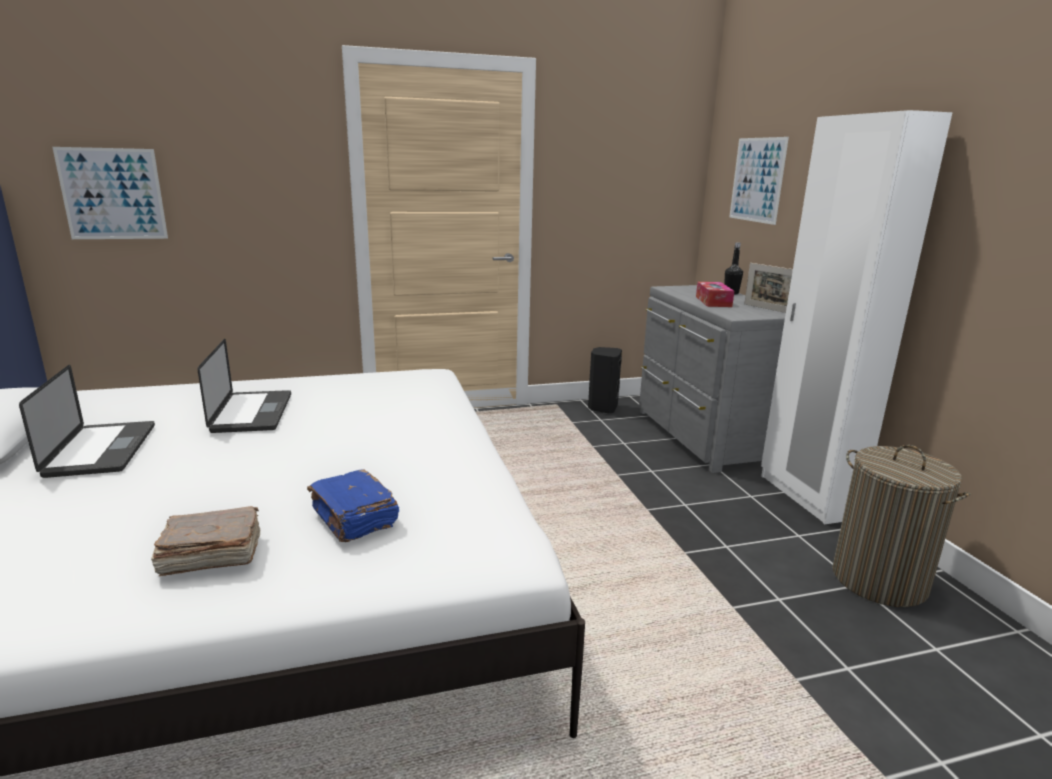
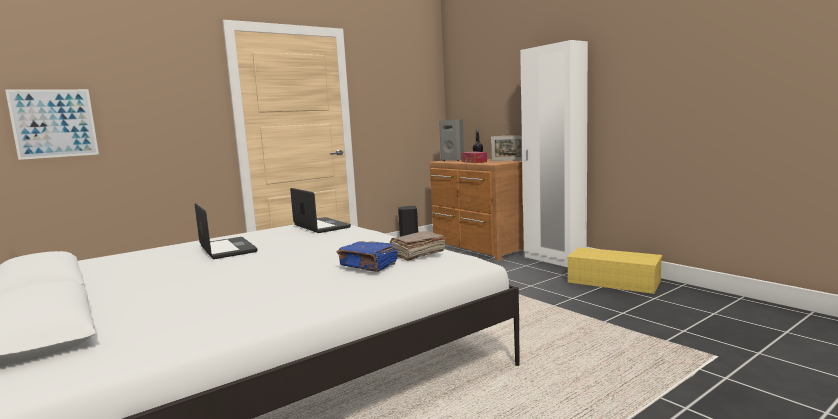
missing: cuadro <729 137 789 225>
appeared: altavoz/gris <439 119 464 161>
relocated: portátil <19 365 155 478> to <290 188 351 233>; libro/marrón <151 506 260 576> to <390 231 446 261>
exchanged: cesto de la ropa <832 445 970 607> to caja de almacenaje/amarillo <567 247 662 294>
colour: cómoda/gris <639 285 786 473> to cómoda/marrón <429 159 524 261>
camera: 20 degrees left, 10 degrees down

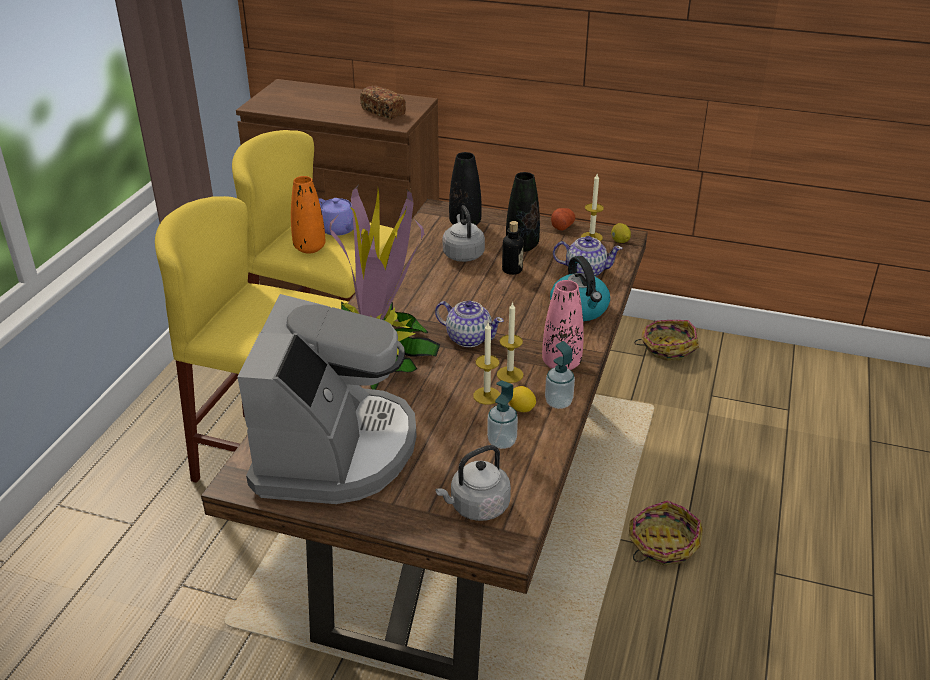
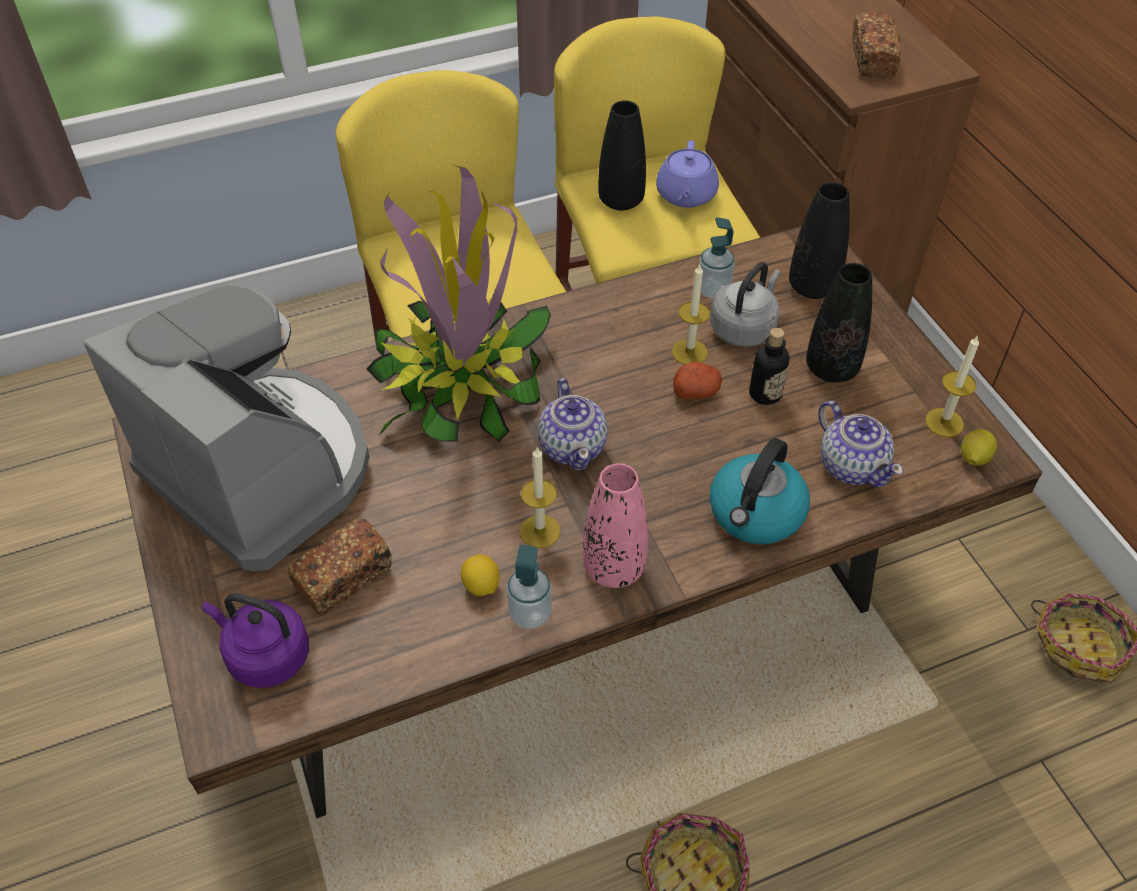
appeared: pan <288 518 392 616>
relocated: vela <473 323 500 405> to <672 265 710 364>; dispensador de jabón <487 380 518 449> to <699 217 735 299>; patata <551 208 575 231> to <673 362 722 399>
colour: florero/naranja <291 176 325 254> to florero/negro <598 101 646 211>; hervidor/gris <436 445 511 521> to hervidor/morado <202 593 309 688>
spun: cafetera <238 294 417 504> = <83 285 369 571> 105 degrees counterclockwise
camera: 50 degrees right, 15 degrees up

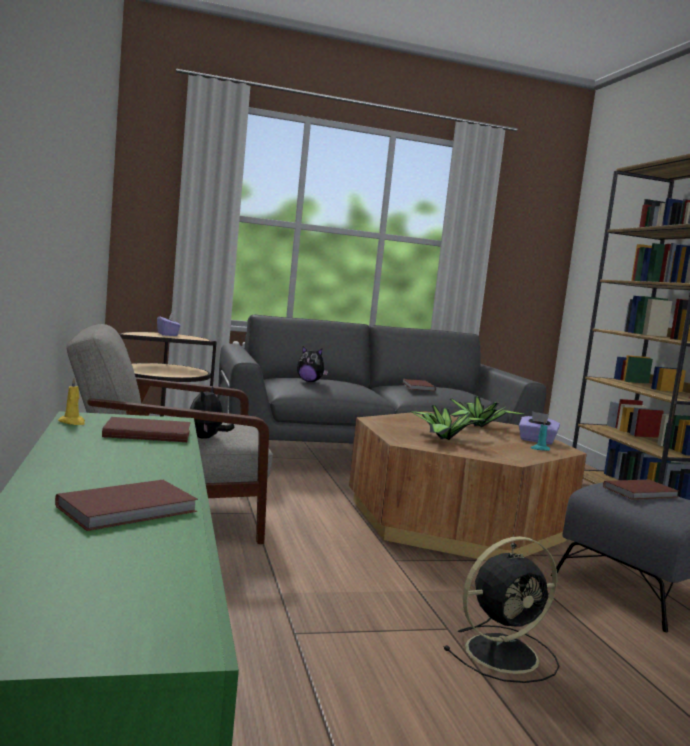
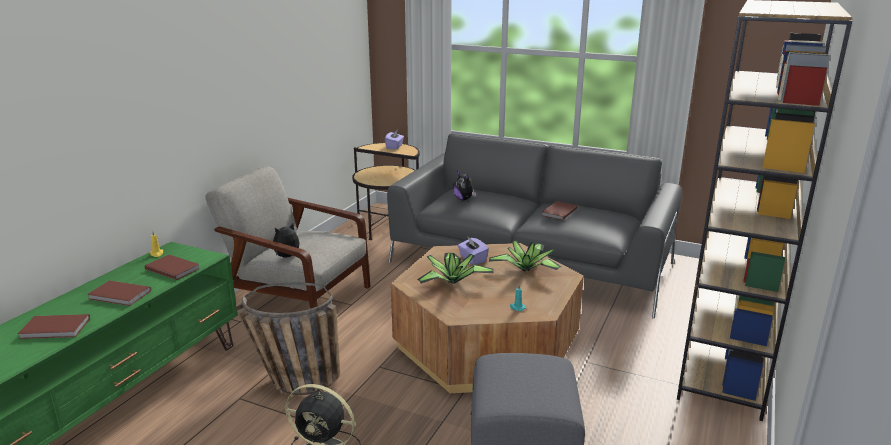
appeared: cesta <236 282 340 395>
relocated: caja de pañuelos/morado <519 411 560 445> to <458 236 489 265>; libro/marrón <603 480 678 500> to <87 280 151 306>
camera: 40 degrees right, 15 degrees up

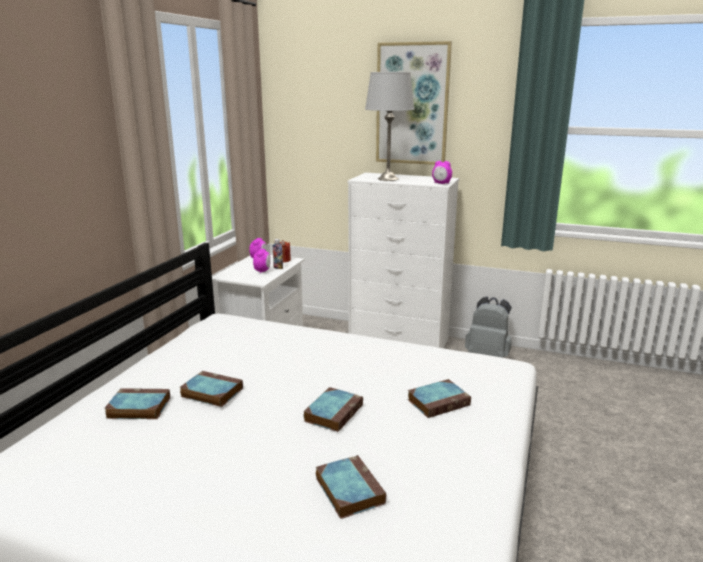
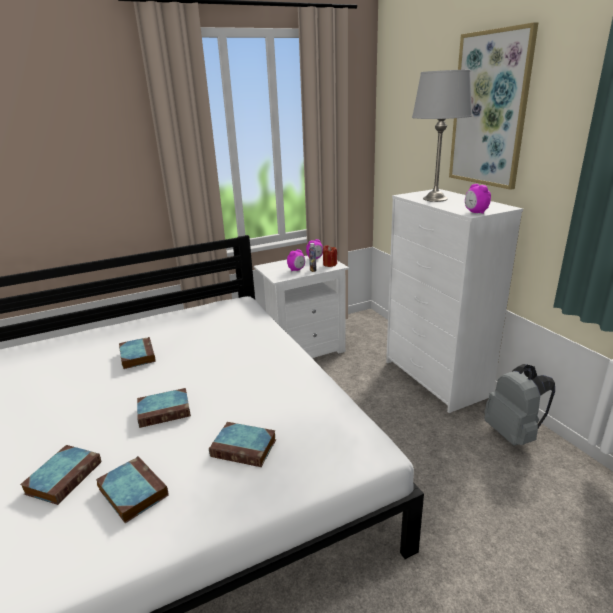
relocated: libro <104 388 170 419> to <96 456 168 523>
camera: 45 degrees right, 5 degrees up

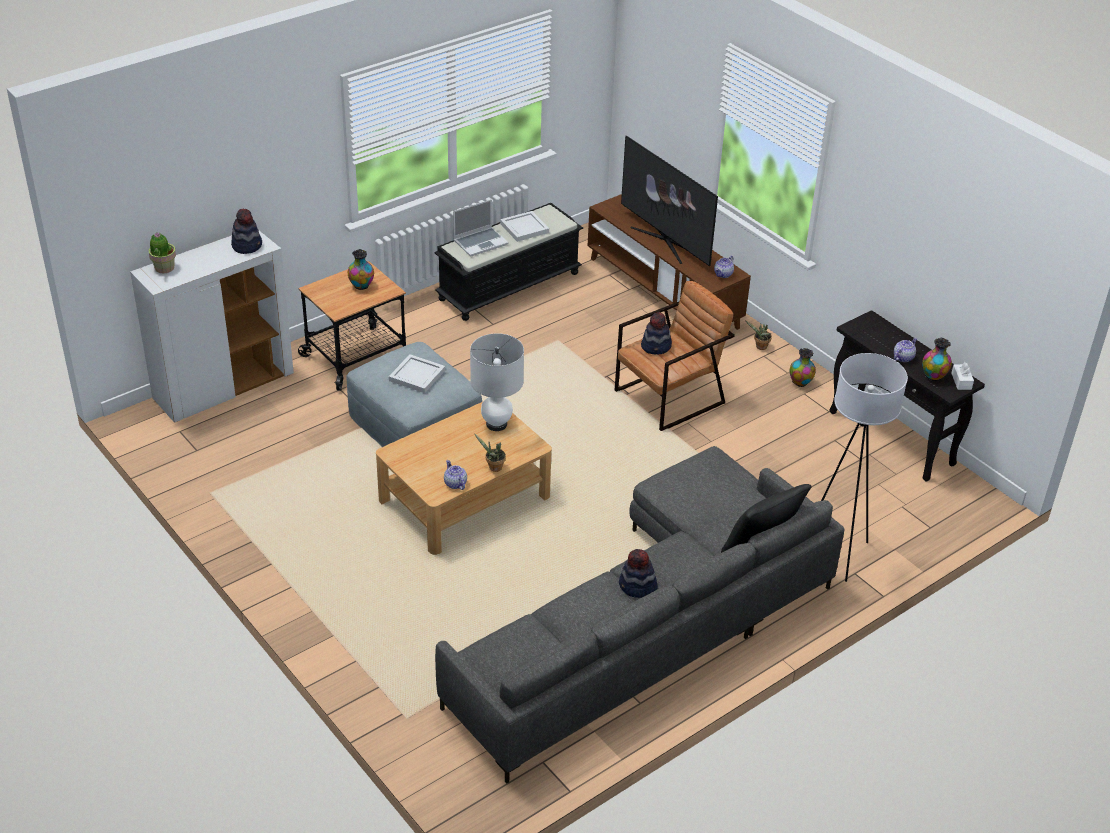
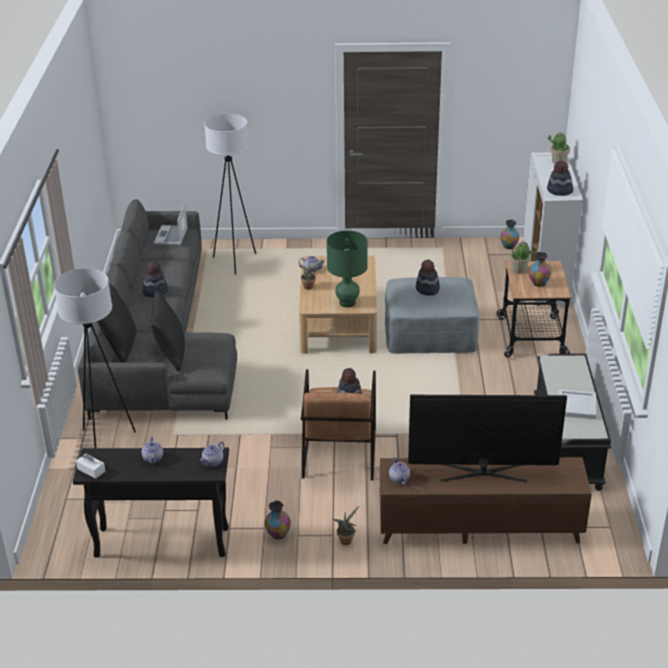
appeared: cojín/negro <151 291 185 371>; tetera <200 441 224 467>; lámpara de pie/blanco <204 114 256 275>; planta en maceta <510 241 536 274>
relocated: portátil <453 199 508 256> to <154 203 188 245>; florero <922 338 952 381> to <500 220 519 249>
exchanged: bandeja/blanco <389 354 445 393> to sombrero <416 260 440 296>
colour: lámpara de mesa/blanco <470 333 524 431> to lámpara de mesa/verde <327 231 367 307>
camera: 130 degrees right, 5 degrees down

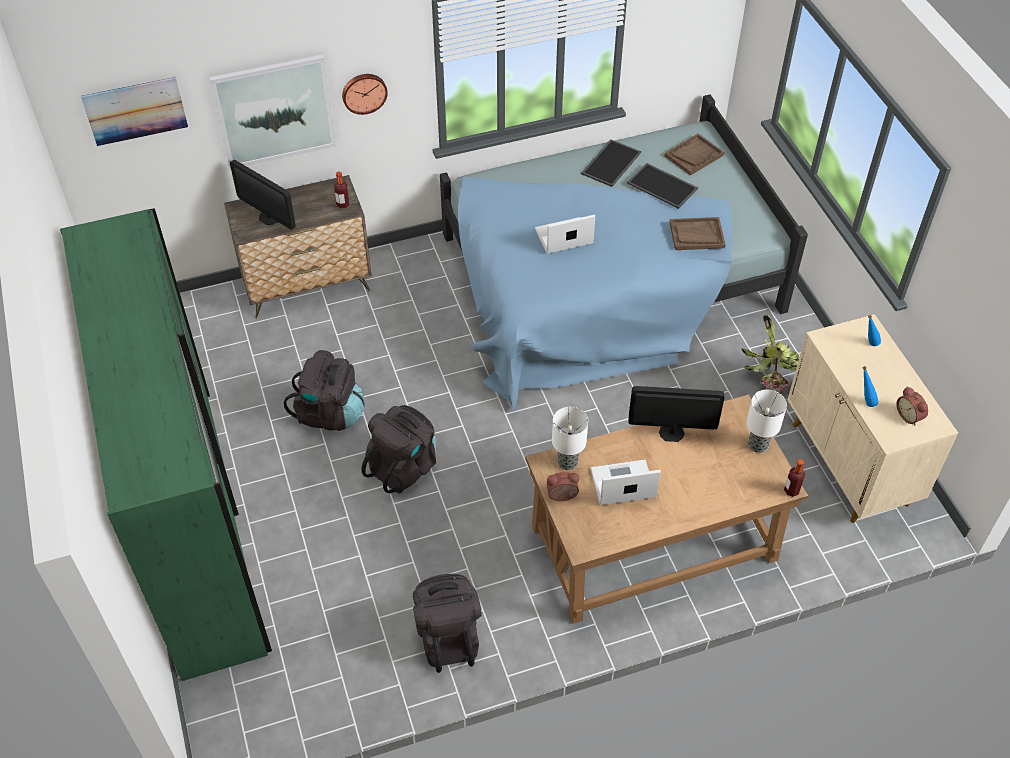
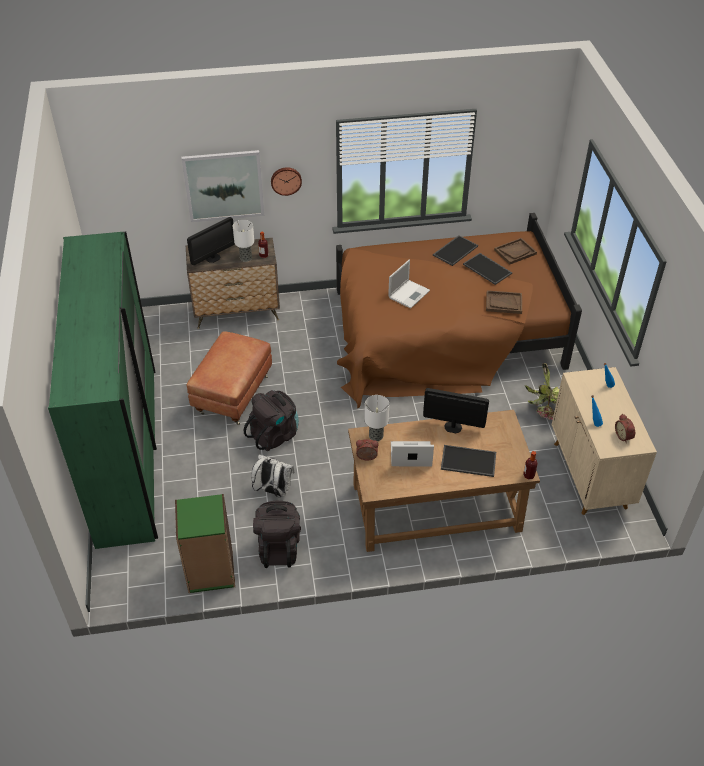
missing: cuadro <81 77 188 146>
appeared: estantería/verde <175 494 235 593>; mochila/blanco <251 455 295 497>; bandeja <441 445 496 477>
relocated: lámpara de mesa <747 390 787 453> to <233 220 254 262>
exchanged: mochila/negro <284 350 365 431> to puf/marrón <187 331 272 425>
colour: cama/azul <440 94 808 411> to cama/marrón <336 213 582 408>
spun: monitor <230 160 296 230> = <187 217 235 265> 90 degrees counterclockwise; portátil <535 215 595 254> = <388 260 430 309> 135 degrees clockwise
camera: 10 degrees right, 5 degrees down

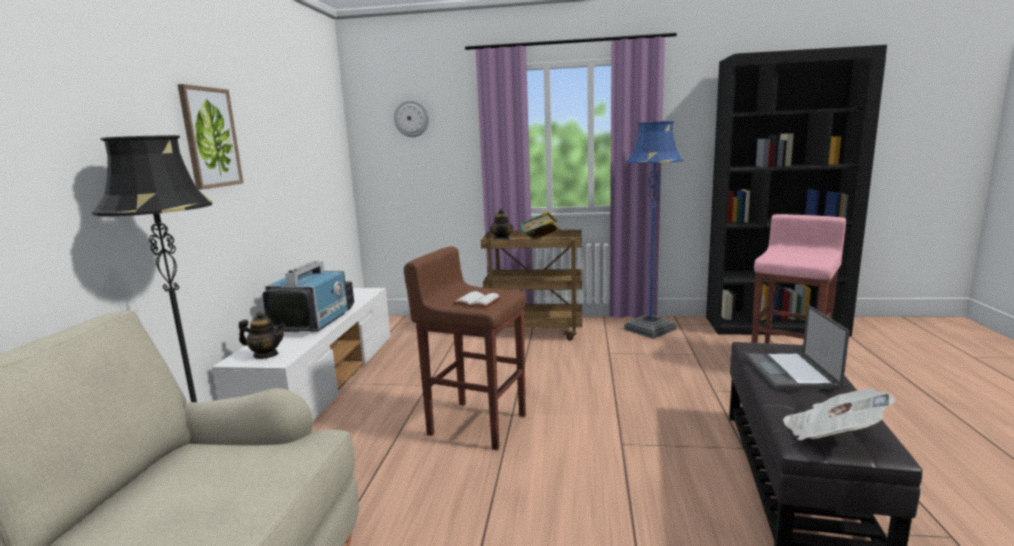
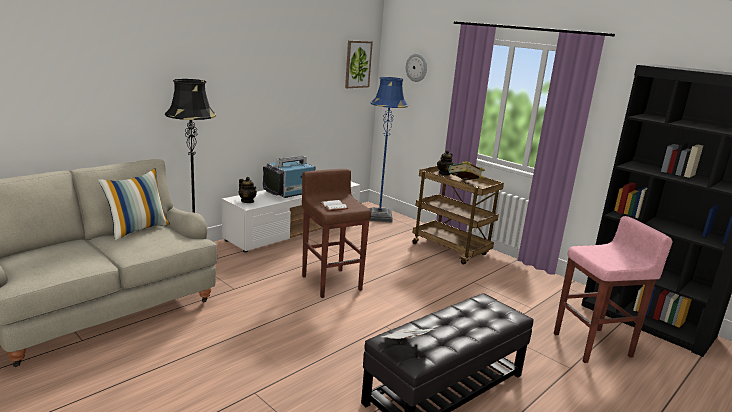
missing: portátil <745 305 850 389>
appeared: cojín <98 168 170 241>
relocated: cuadro <178 84 243 190> to <345 41 373 88>; lámpara de pie/azul <624 121 684 339> to <369 77 408 223>
camera: 35 degrees right, 5 degrees up

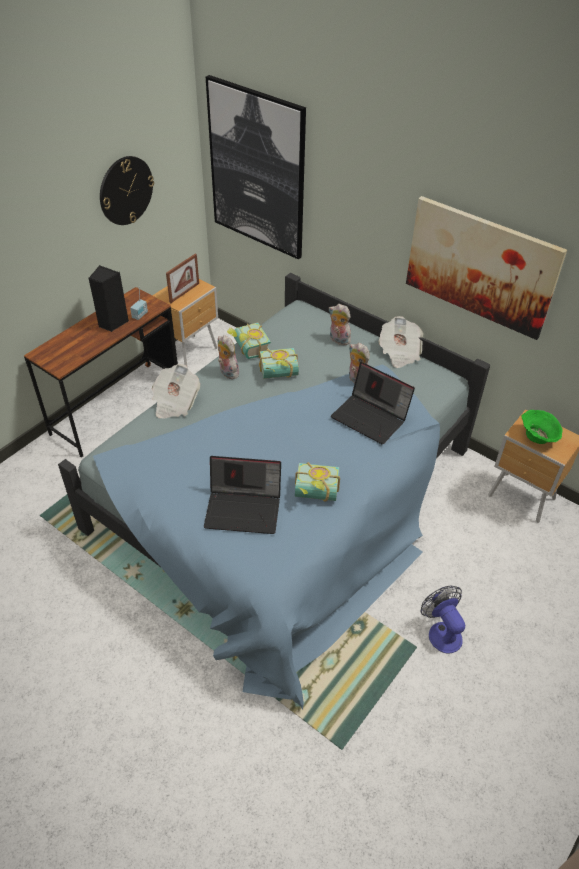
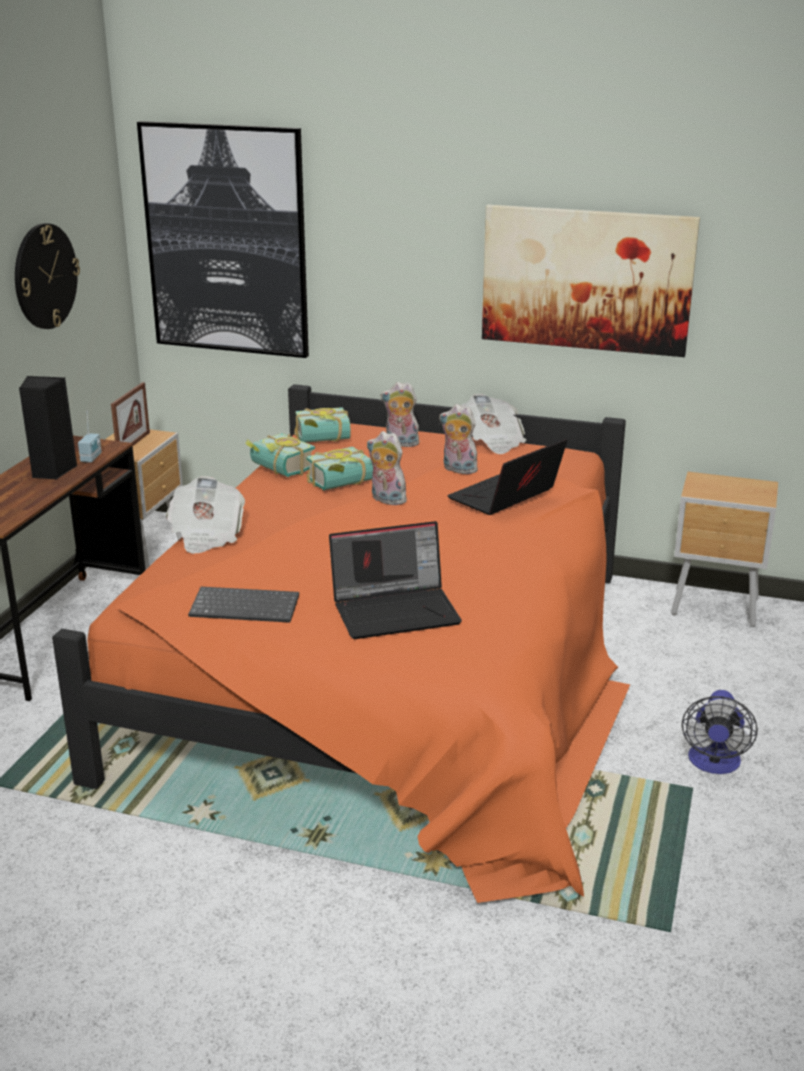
missing: cuenco/verde <521 410 563 444>
appeared: teclado <188 587 299 623>
relocated: peluche <218 335 239 379> to <367 431 410 506>; libro <295 462 340 502> to <294 407 351 442>
colour: cama/azul <58 273 490 710> to cama/naranja <52 384 630 903>
spun: portátil <331 362 415 444> = <447 439 567 515> 120 degrees clockwise; ventilador <420 586 465 654> = <682 690 758 774> 120 degrees counterclockwise
camera: 20 degrees left, 20 degrees down

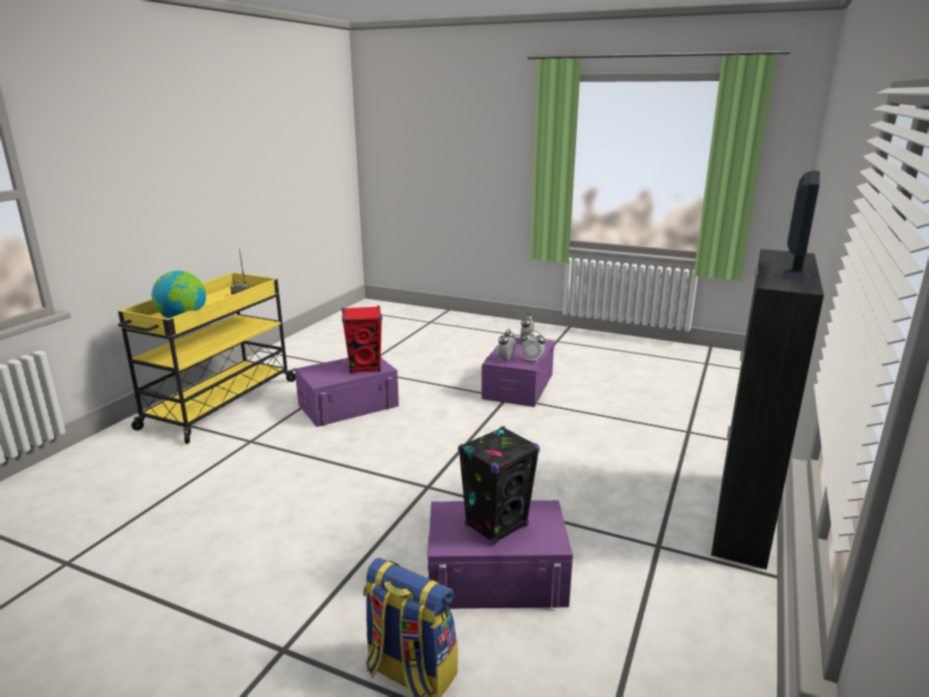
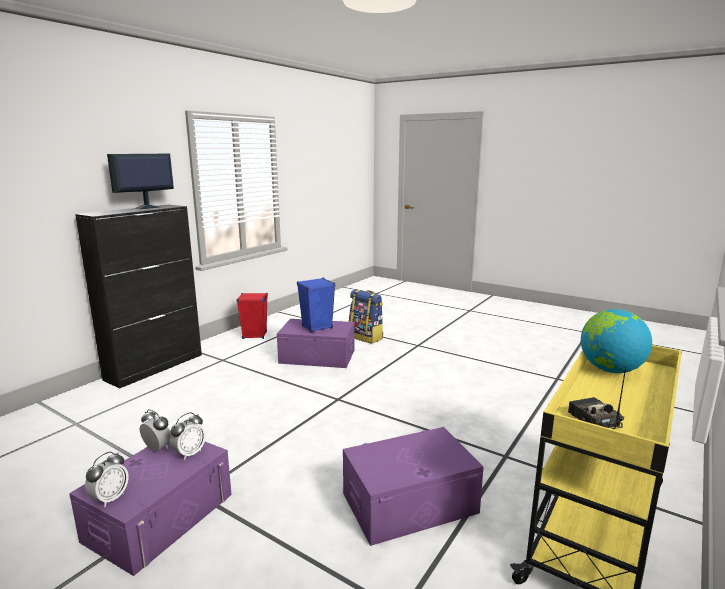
relocated: altavoz/rojo <342 306 382 373> to <236 293 268 339>
colour: altavoz/negro <458 426 540 545> to altavoz/azul <297 277 335 333>
camera: 170 degrees left, 5 degrees down

